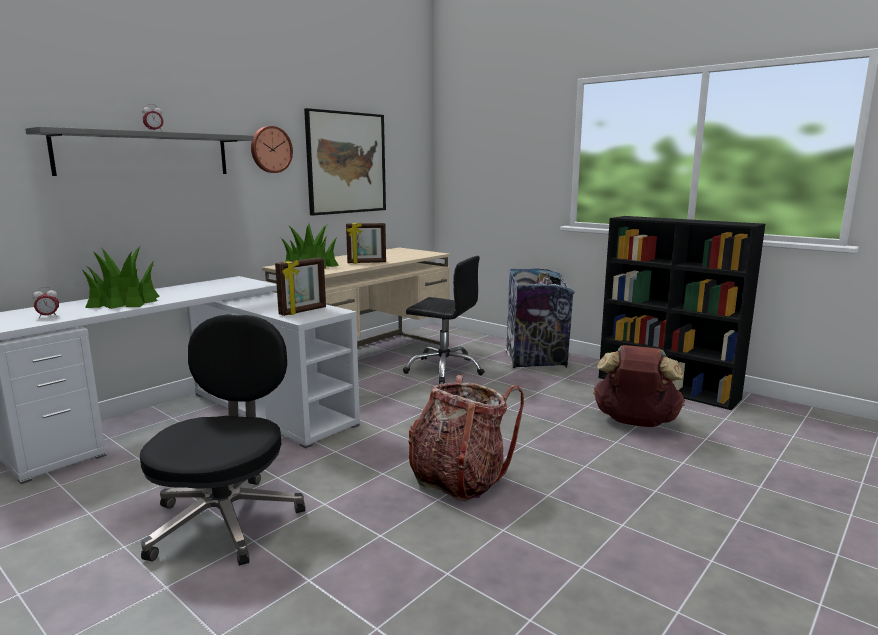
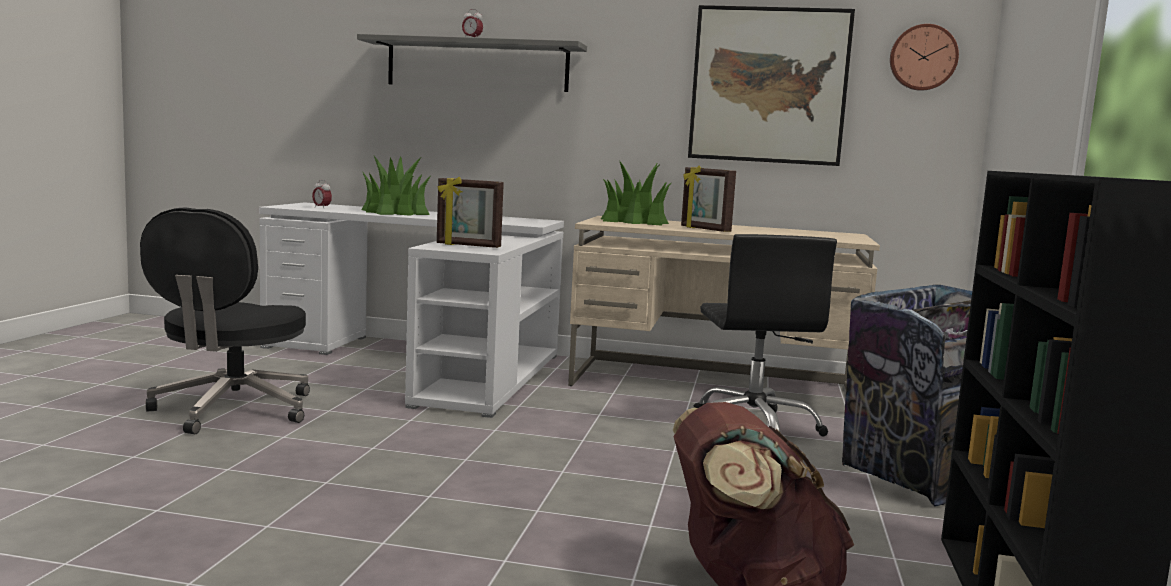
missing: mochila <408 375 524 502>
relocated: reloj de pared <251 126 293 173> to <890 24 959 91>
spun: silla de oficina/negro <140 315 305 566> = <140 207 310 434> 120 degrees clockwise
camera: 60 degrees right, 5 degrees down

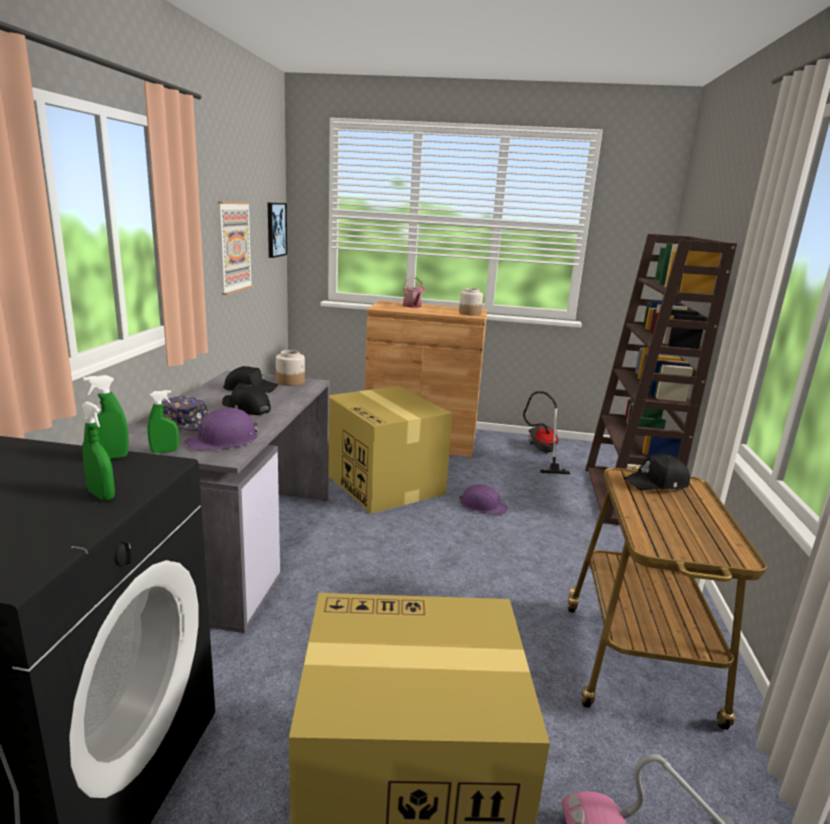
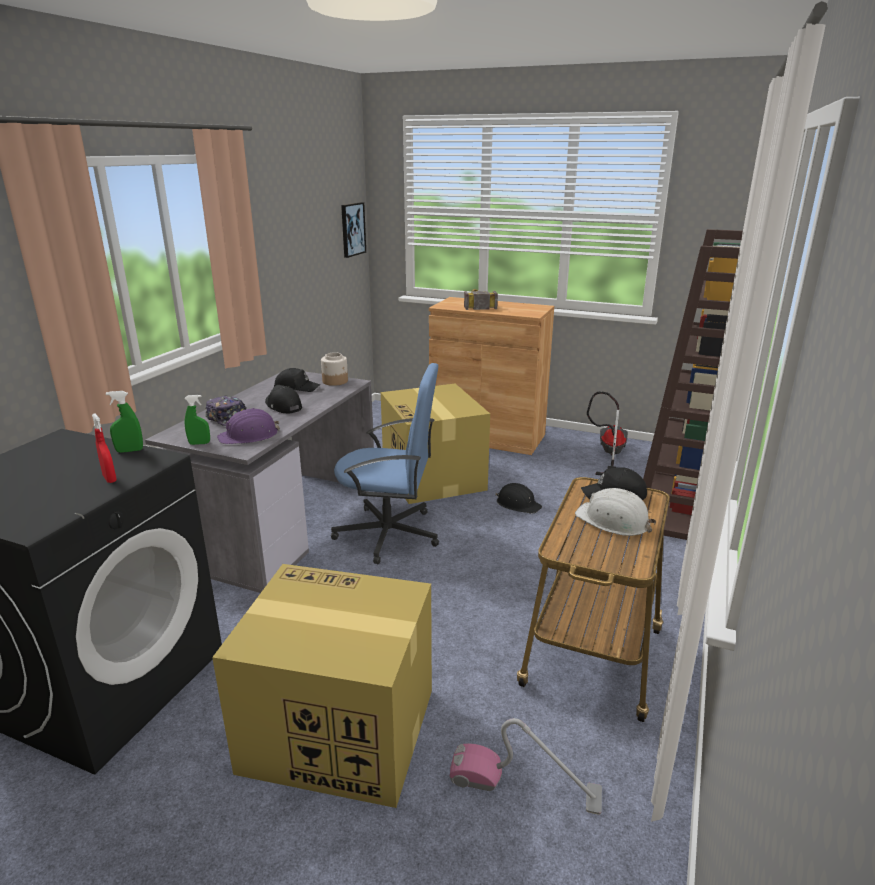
missing: cuadro <218 202 253 295>; tarro <459 288 483 316>
appeared: silla de oficina/azul <331 363 439 564>; casco/blanco <575 488 656 536>
exchanged: regadera <403 278 425 308> to martillo <464 289 498 310>
colour: pulverizador/verde <81 402 115 501> to pulverizador/rojo <92 413 117 483>; casco/morado <458 484 508 515> to casco/negro <496 483 542 514>
camera: 15 degrees right, 5 degrees up

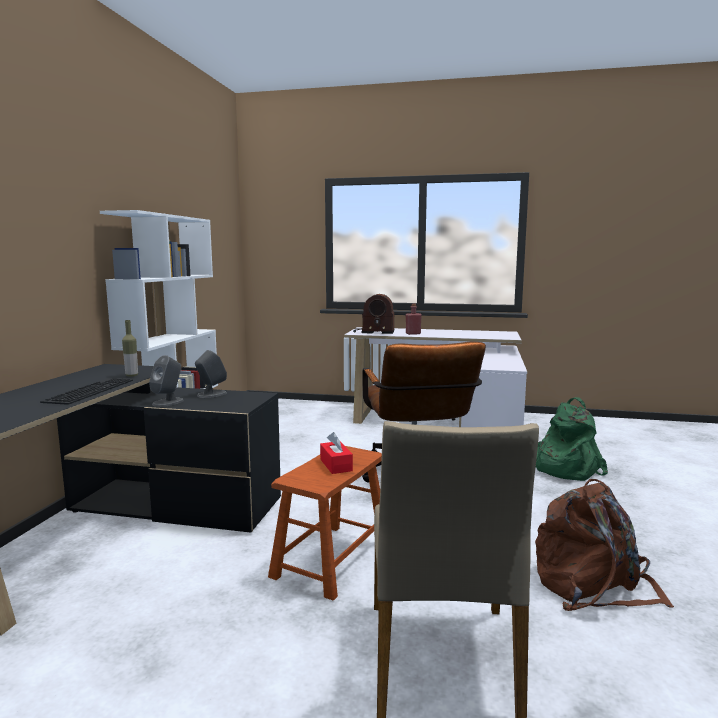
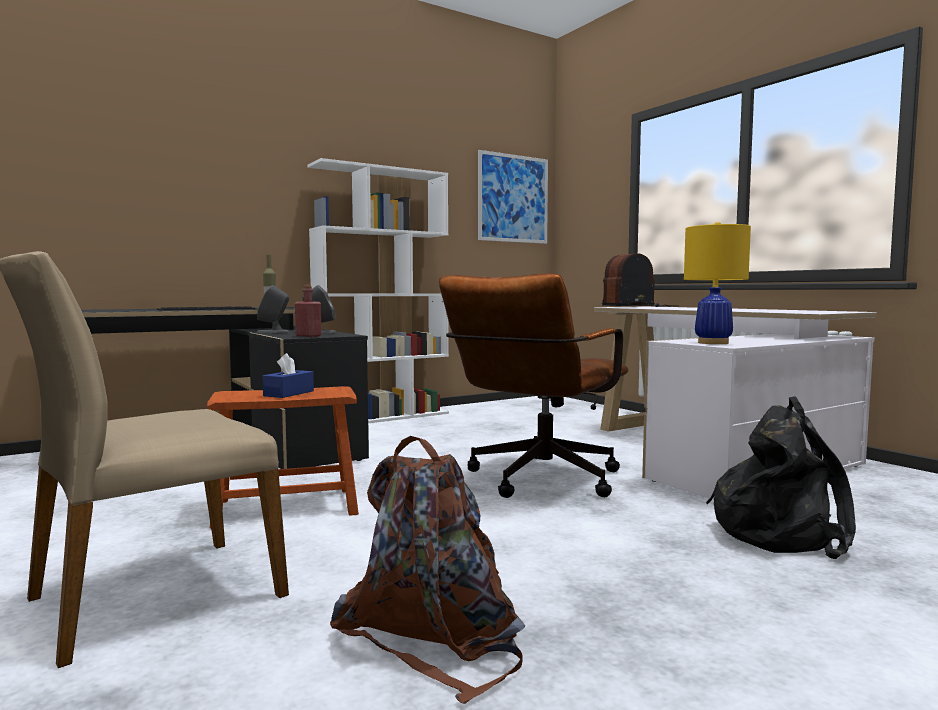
appeared: cuadro <478 150 548 244>; lámpara de mesa/amarillo <684 222 751 344>
relocated: botella/rojo <406 304 422 335> to <295 284 321 337>
colour: caja de pañuelos/rojo <320 432 353 474> to caja de pañuelos/azul <262 353 314 398>; mochila/verde <536 397 608 481> to mochila/negro <706 396 856 559>
spun: radio <353 294 394 334> = <602 253 679 307> 105 degrees clockwise
camera: 45 degrees right, 5 degrees down

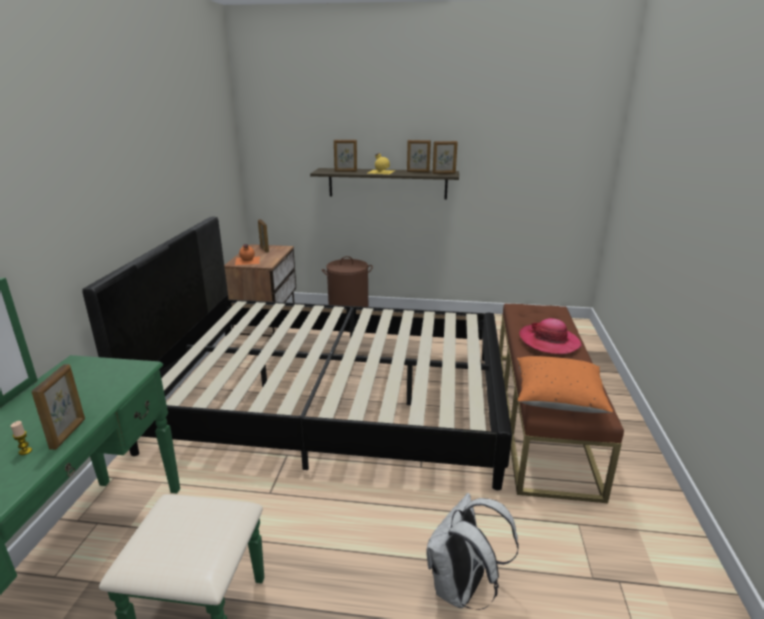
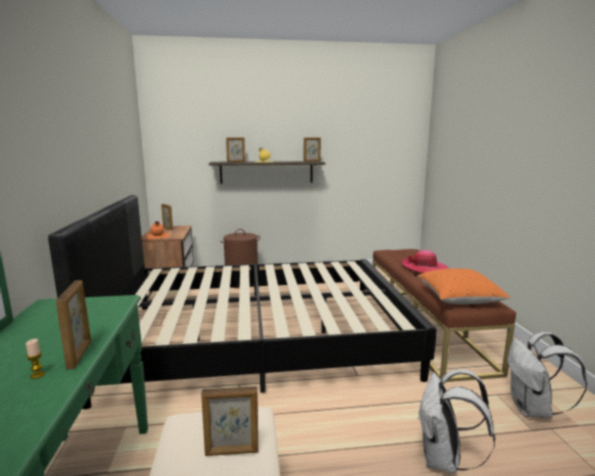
appeared: mochila/blanco <507 332 587 418>
relocated: portarretratos <407 140 431 172> to <201 386 258 456>
camera: 15 degrees left, 10 degrees down

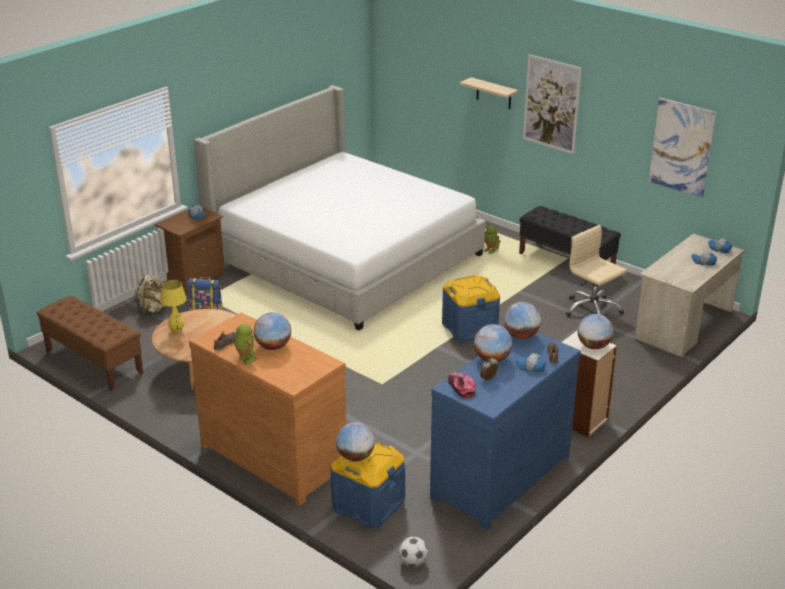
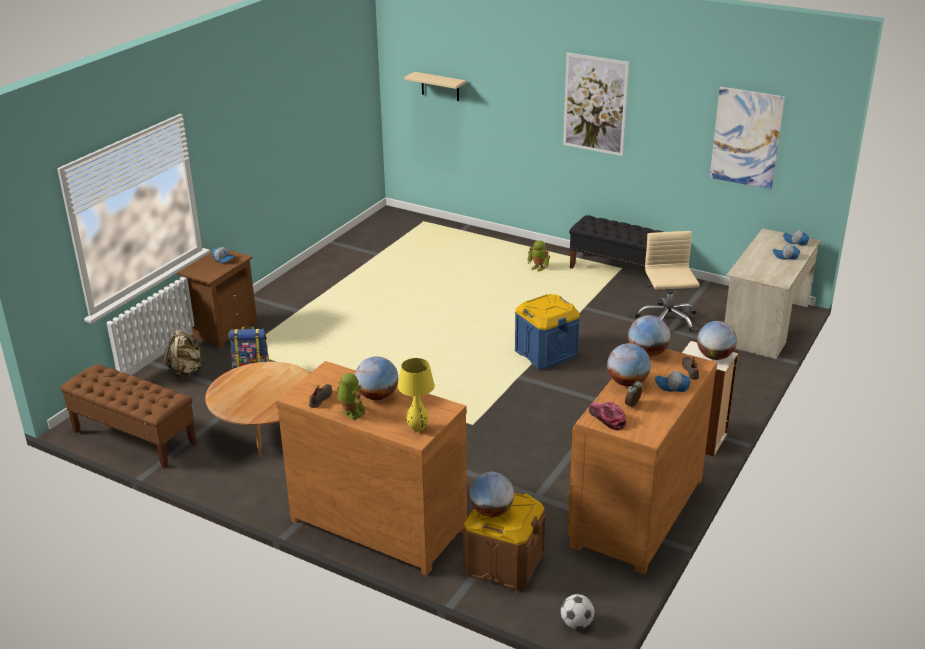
missing: cama <194 85 486 331>
relocated: lámpara de mesa/amarillo <160 280 187 333> to <398 358 435 432>; estante/beis <460 77 518 109> to <404 72 466 101>
colour: caja de almacenaje/azul <331 440 405 528> to caja de almacenaje/marrón <463 492 546 591>; cómoda/azul <430 332 581 530> to cómoda/marrón <568 349 717 575>
spun: silla de oficina/beis <566 225 627 317> = <635 231 700 332> 45 degrees clockwise
camera: 10 degrees left, 0 degrees up

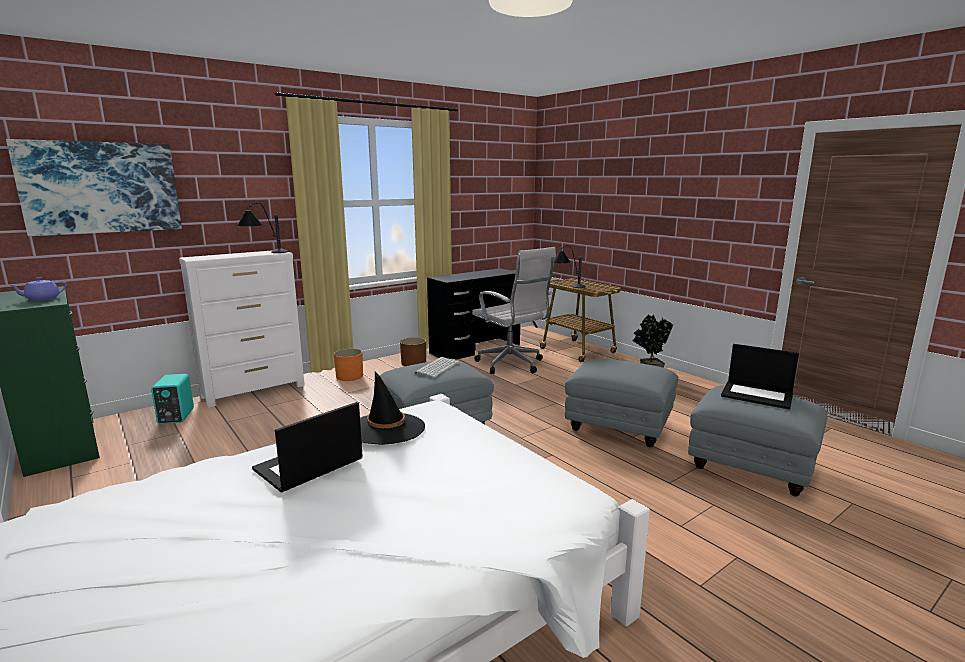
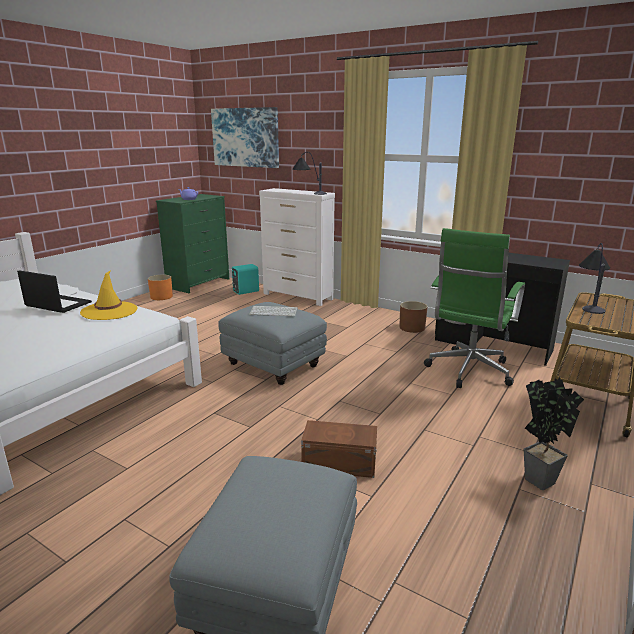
missing: portátil <721 344 799 410>
relocated: maceta/naranja <334 349 363 381> to <148 275 173 300>
exchanged: puf/gris <565 358 678 447> to caja de almacenaje/marrón <301 420 377 478>
colour: sombrero/negro <360 371 425 445> to sombrero/amarillo <80 270 138 320>; silla de oficina/blanco <472 247 556 374> to silla de oficina/verde <424 228 525 388>
camera: 70 degrees right, 5 degrees up

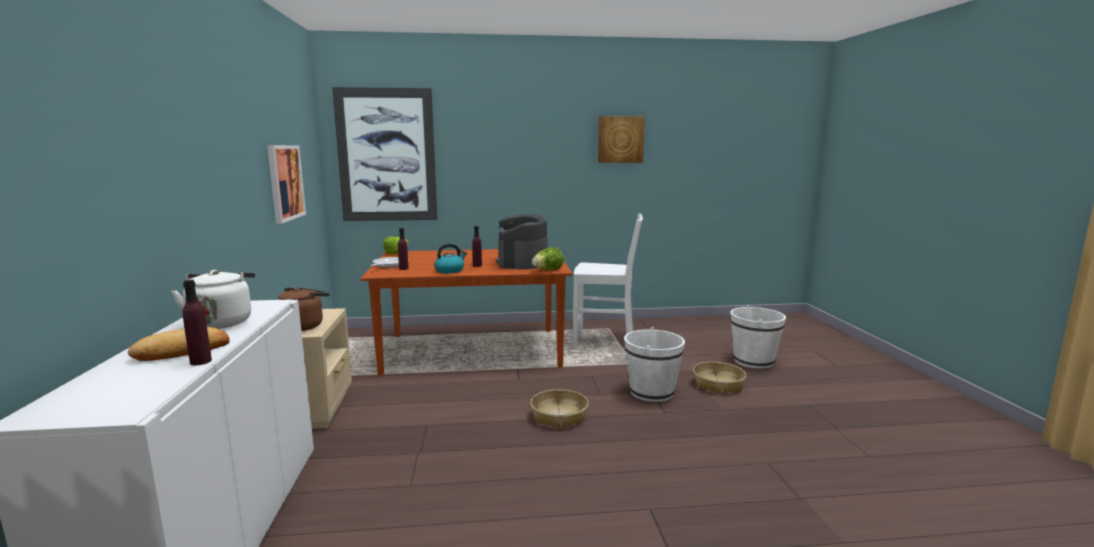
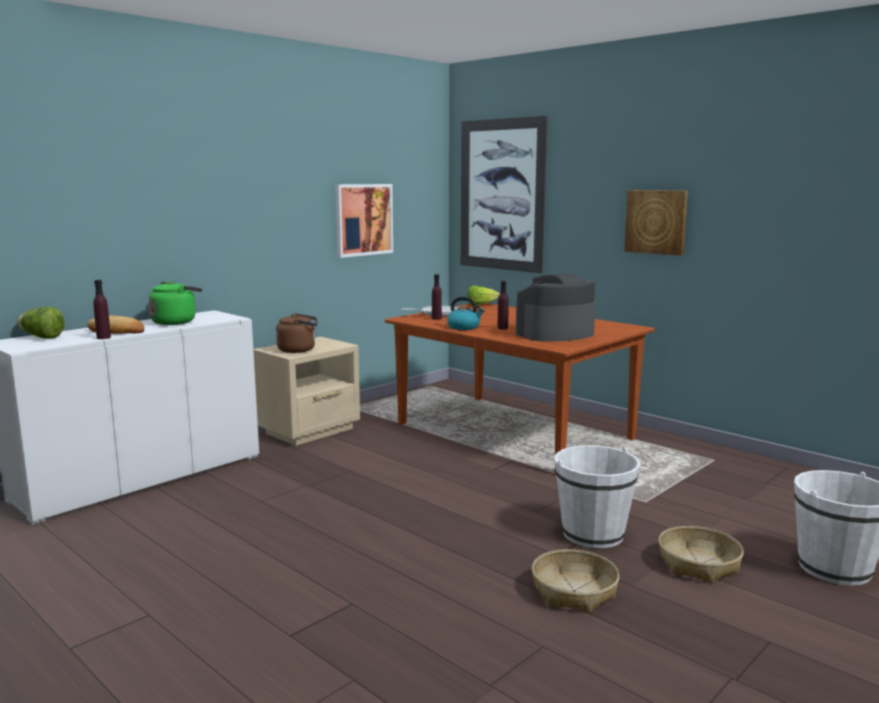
missing: silla/blanco <572 213 643 348>
relocated: cesta <530 389 589 429> to <532 549 619 613>; lechuga <532 247 564 270> to <17 306 65 338>; cuadro <598 116 645 163> to <624 190 688 256>
colour: hervidor/blanco <171 270 255 329> to hervidor/verde <149 281 202 325>
camera: 50 degrees right, 0 degrees up

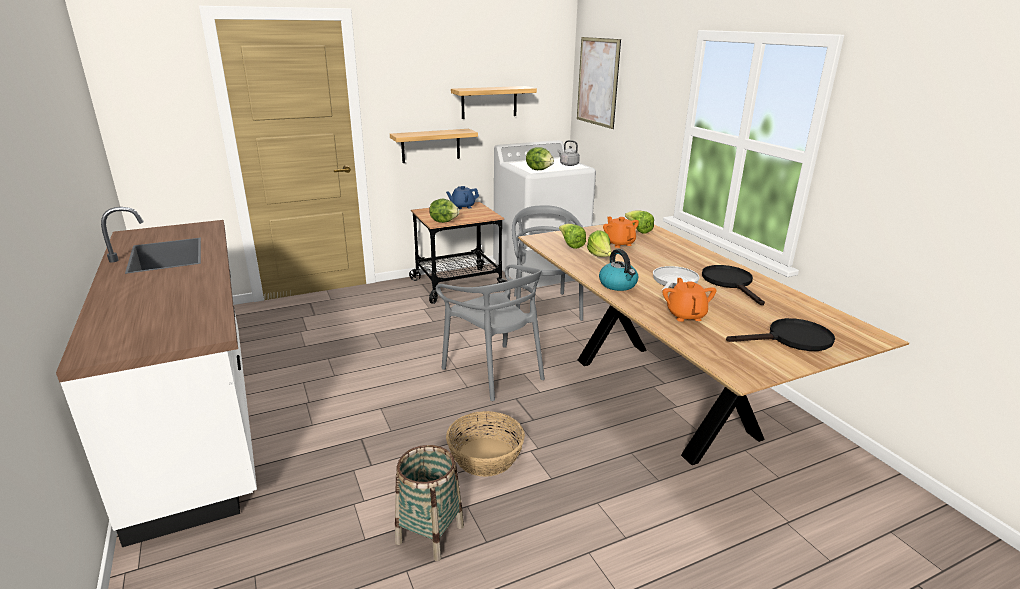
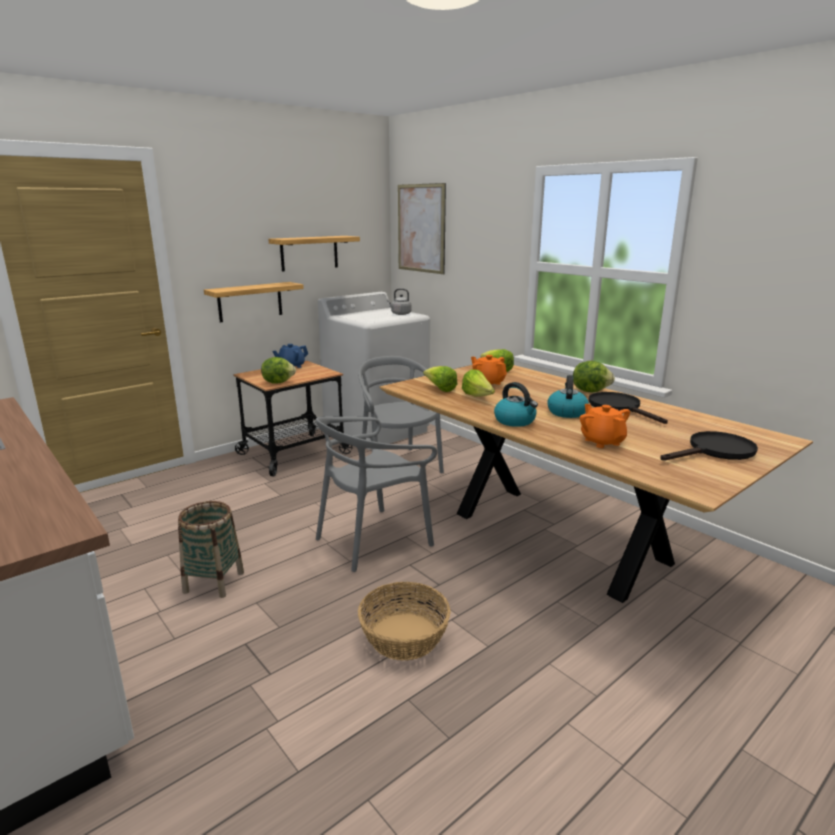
relocated: cesta <395 445 464 561> to <178 501 244 598>; lechuga <526 147 554 170> to <573 361 615 392>
exchanged: sartén <653 266 700 291> to hervidor <547 375 589 418>
spun: silla/gris <436 264 545 401> = <316 416 437 572> 105 degrees clockwise
camera: 15 degrees left, 5 degrees down

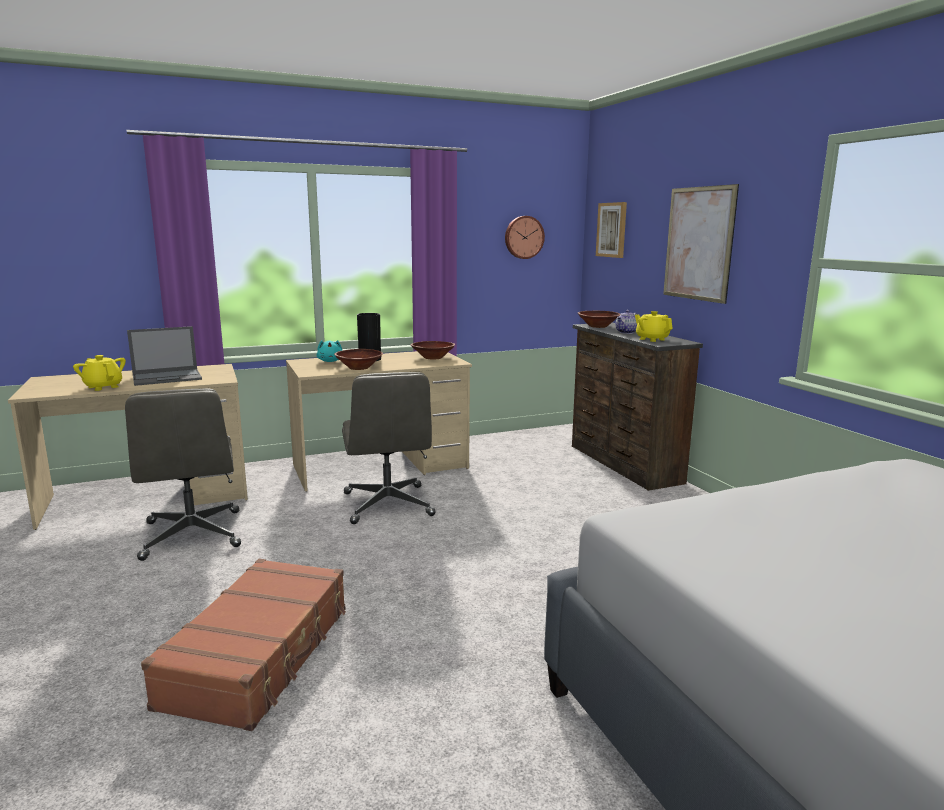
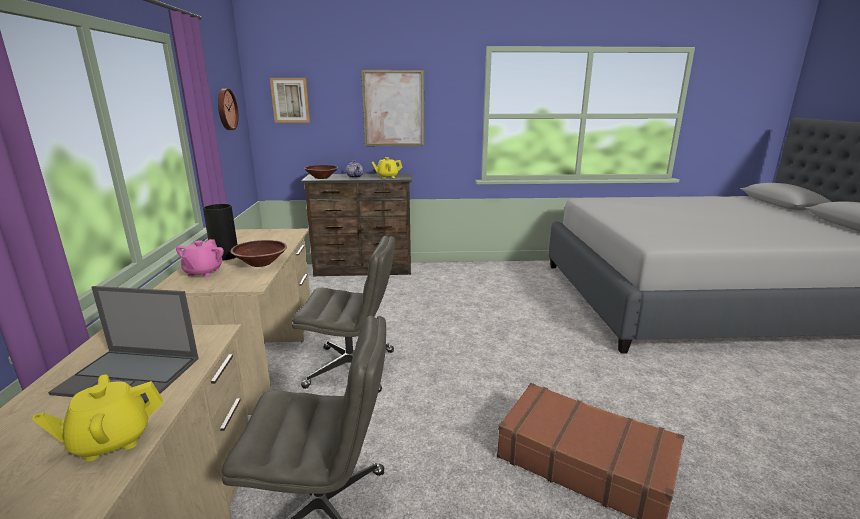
missing: cuenco/marrón <411 341 455 360>
exchanged: peluche/turquesa <317 340 342 362> to tetera/rosa <176 239 224 277>
spun: portátil <127 326 202 386> = <48 286 199 403> 105 degrees clockwise
camera: 70 degrees left, 5 degrees up

